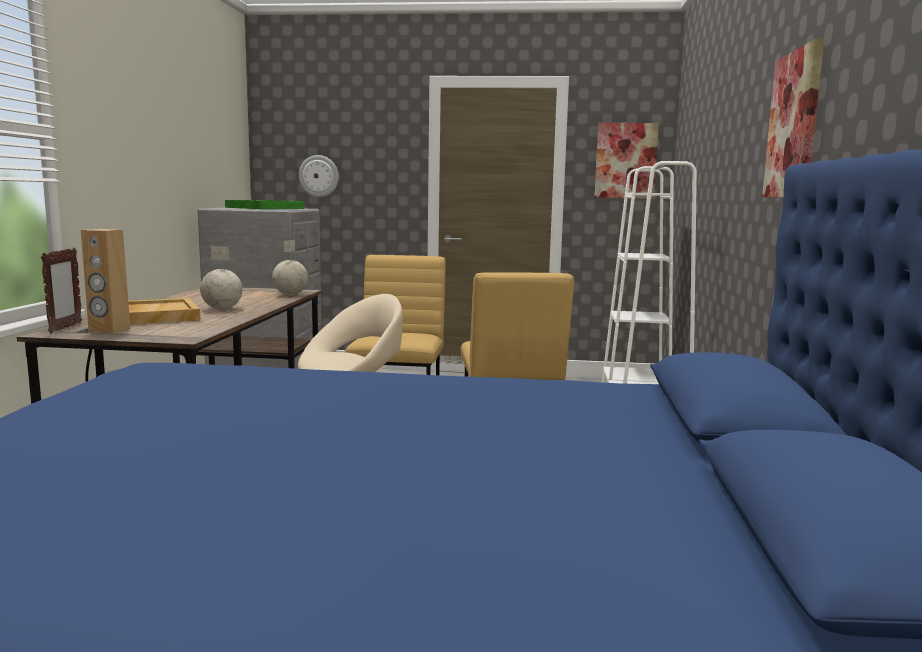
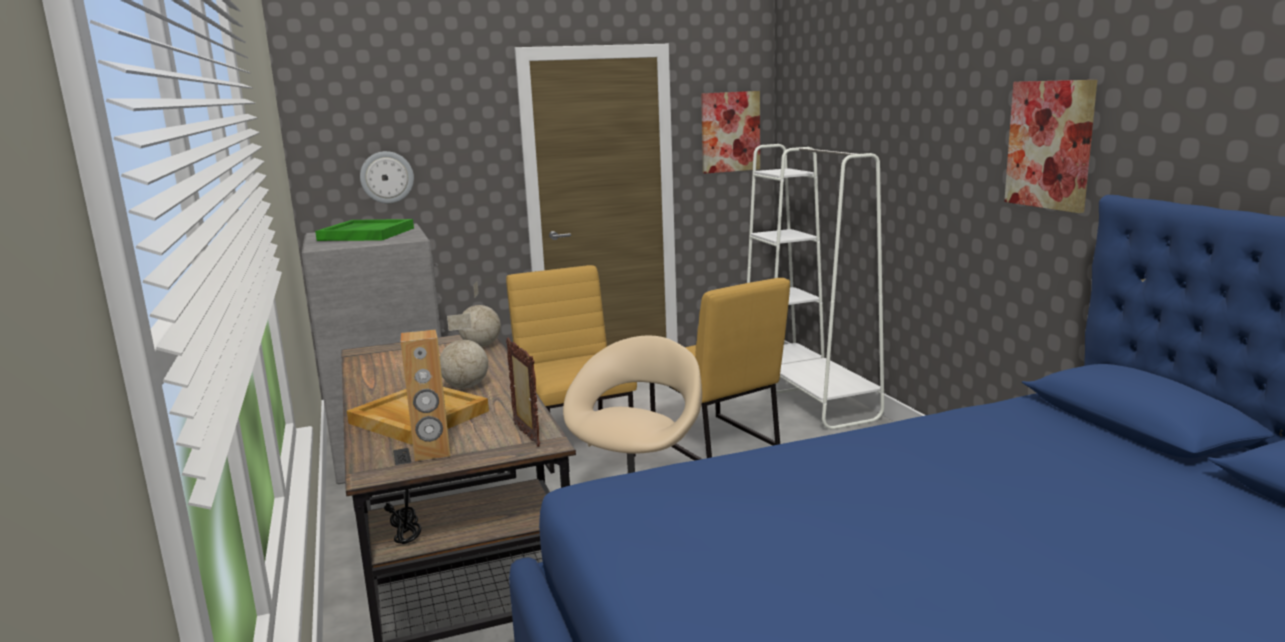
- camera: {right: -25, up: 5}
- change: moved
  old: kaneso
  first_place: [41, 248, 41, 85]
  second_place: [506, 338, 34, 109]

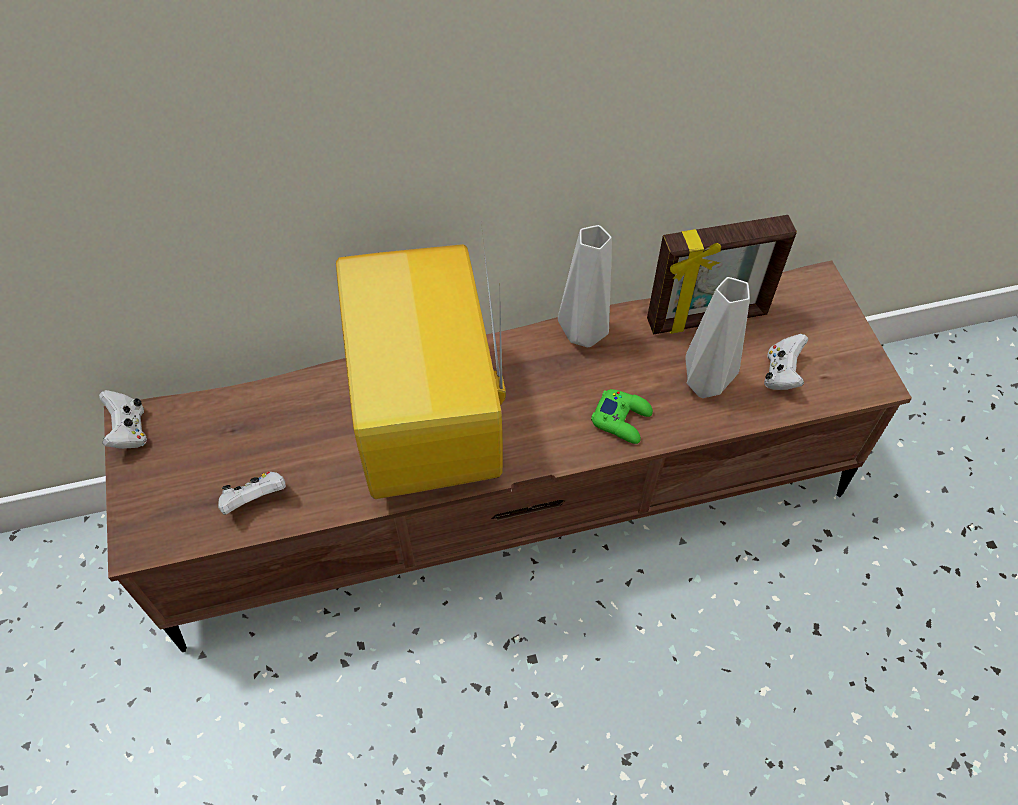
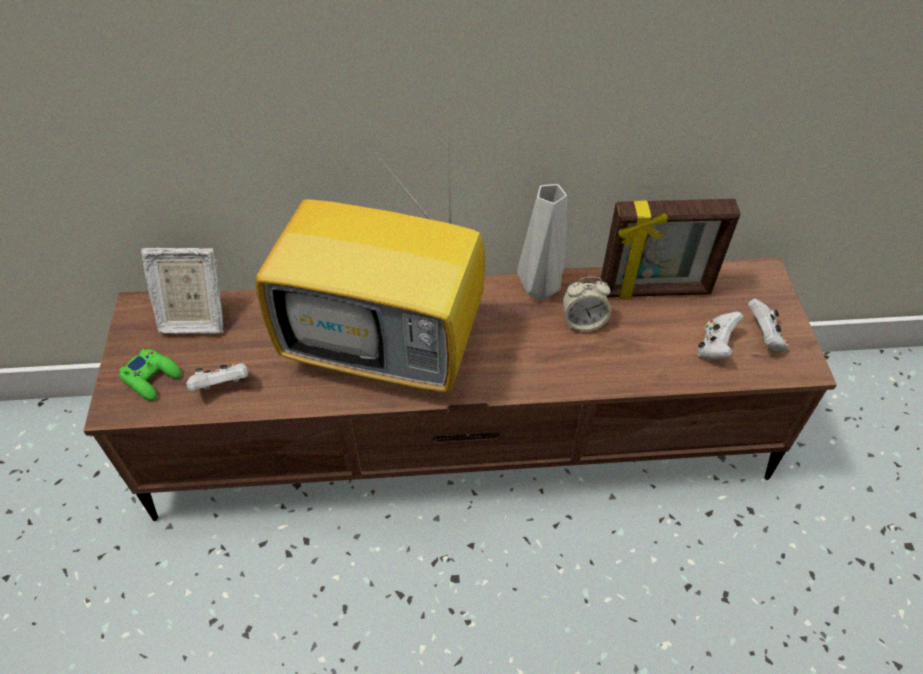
- camera: {right: 10, up: -5}
- change: removed
  old: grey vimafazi
  first_place: [685, 277, 65, 121]
- change: added
  new: kaneso
  second_place: [141, 248, 82, 87]
- change: added
  new: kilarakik
  second_place: [562, 276, 49, 56]
- change: moved
  old: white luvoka
  first_place: [99, 390, 48, 59]
  second_place: [748, 298, 40, 54]
- change: moved
  old: green luvoka
  first_place: [591, 389, 62, 55]
  second_place: [119, 349, 62, 52]
- change: turned
  old: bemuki
  first_place: [336, 225, 170, 274]
  second_place: [255, 133, 230, 259]
  degrees: -75

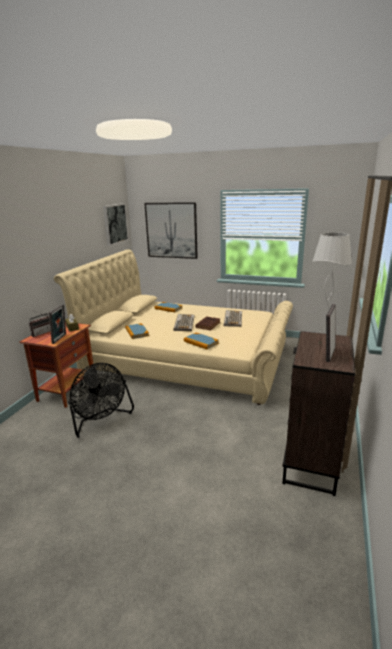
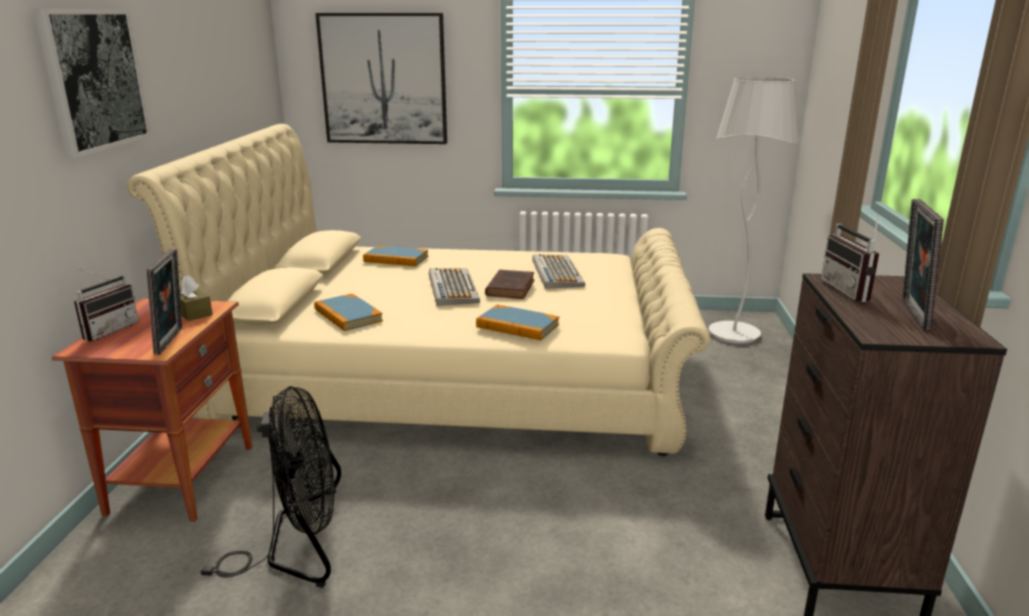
- camera: {right: -15, up: 0}
- change: added
  new: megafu
  second_place: [821, 213, 58, 89]
- change: moved
  old: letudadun
  first_place: [103, 203, 26, 43]
  second_place: [34, 9, 117, 149]
- change: turned
  old: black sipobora
  first_place: [68, 363, 66, 75]
  second_place: [199, 386, 142, 202]
  degrees: -45

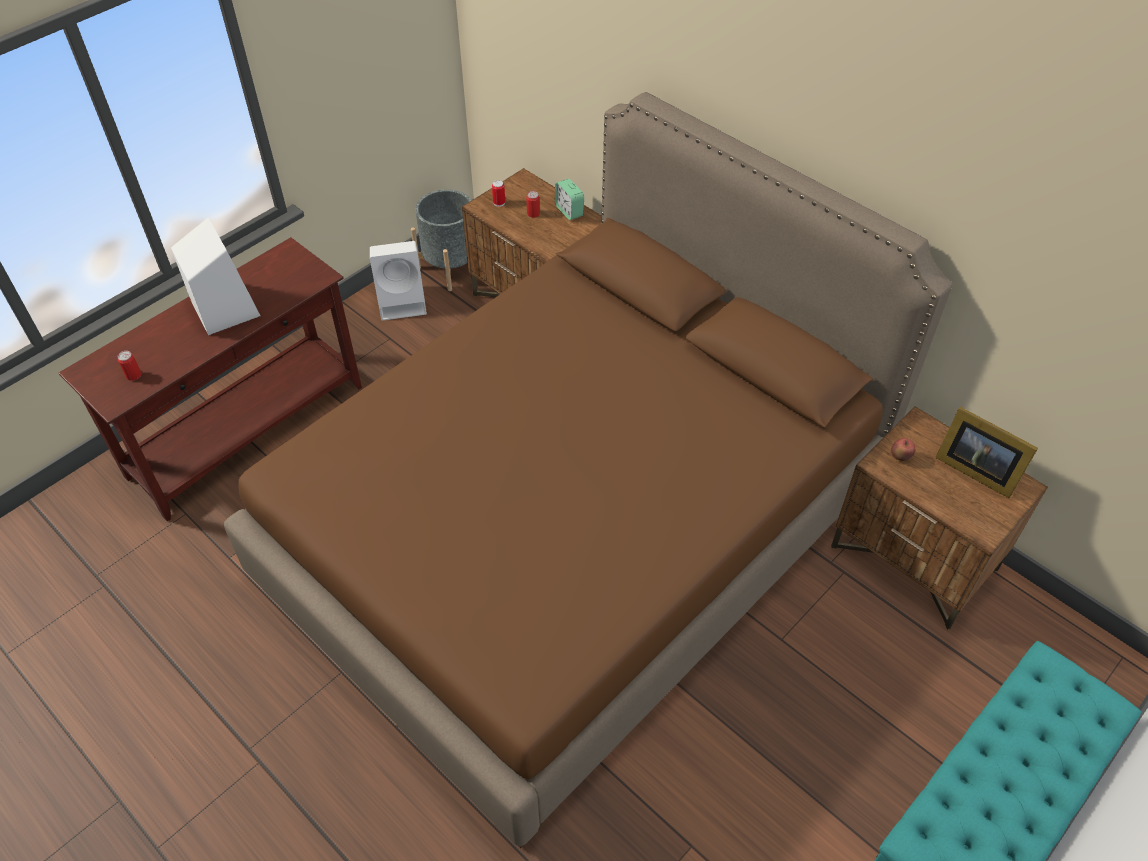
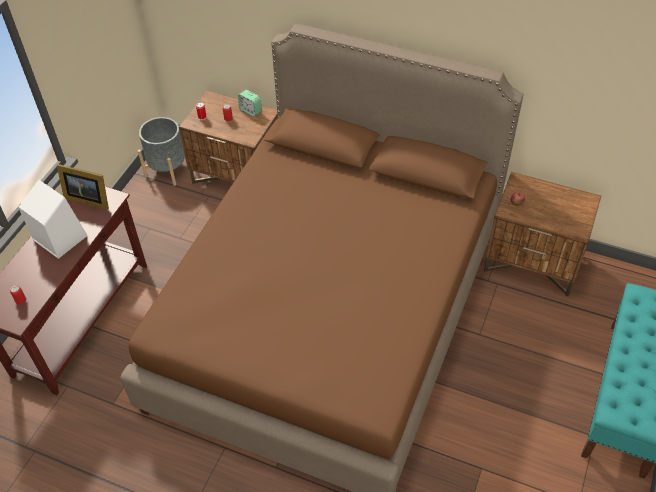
- camera: {right: -20, up: 0}
- change: removed
  old: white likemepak
  first_place: [370, 241, 57, 80]
- change: moved
  old: kaneso
  first_place: [935, 407, 103, 91]
  second_place: [57, 164, 52, 46]

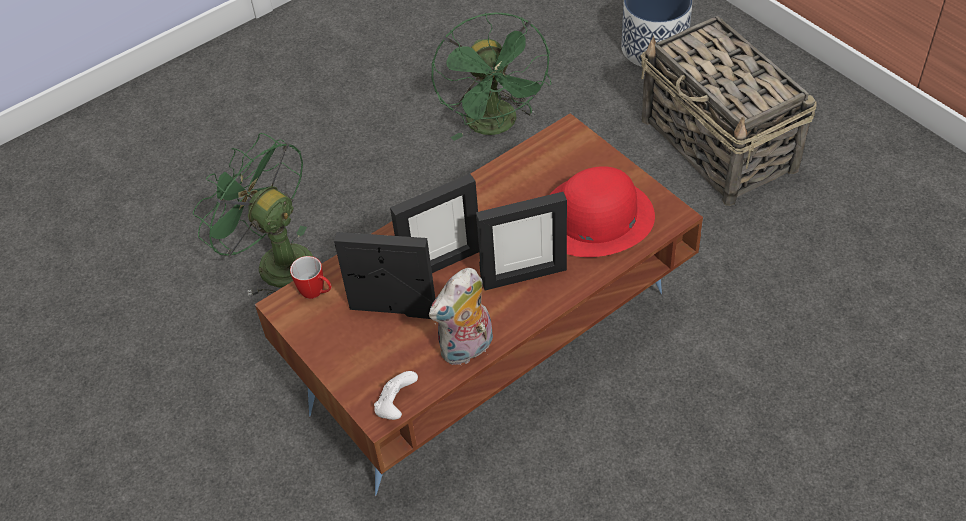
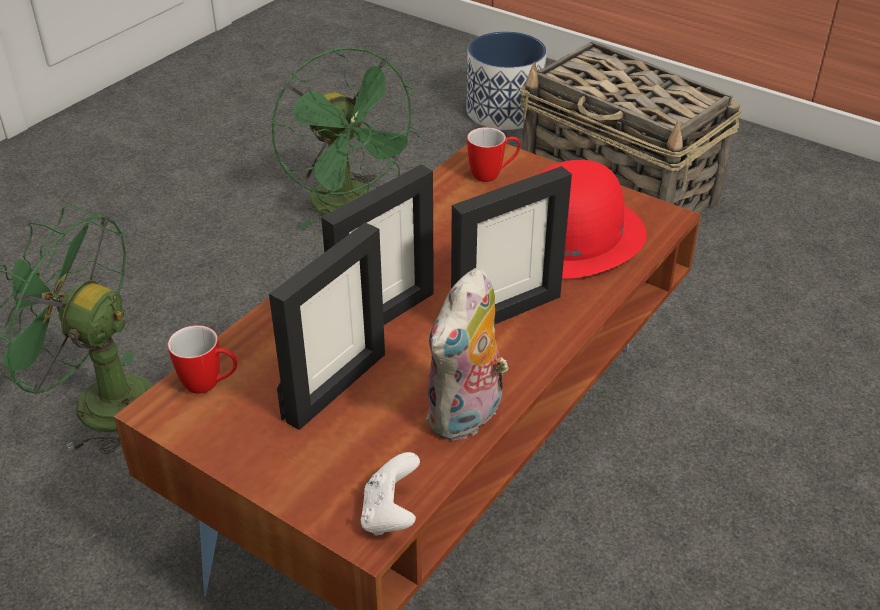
- camera: {right: -20, up: -10}
- change: added
  new: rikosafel
  second_place: [467, 127, 54, 55]
- change: turned
  old: kaneso
  first_place: [334, 232, 101, 87]
  second_place: [269, 222, 116, 208]
  degrees: 135

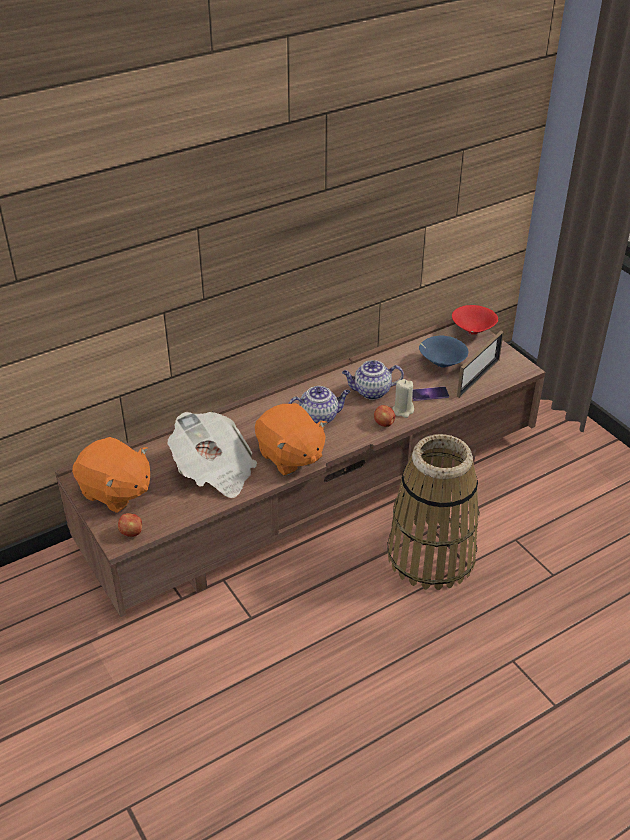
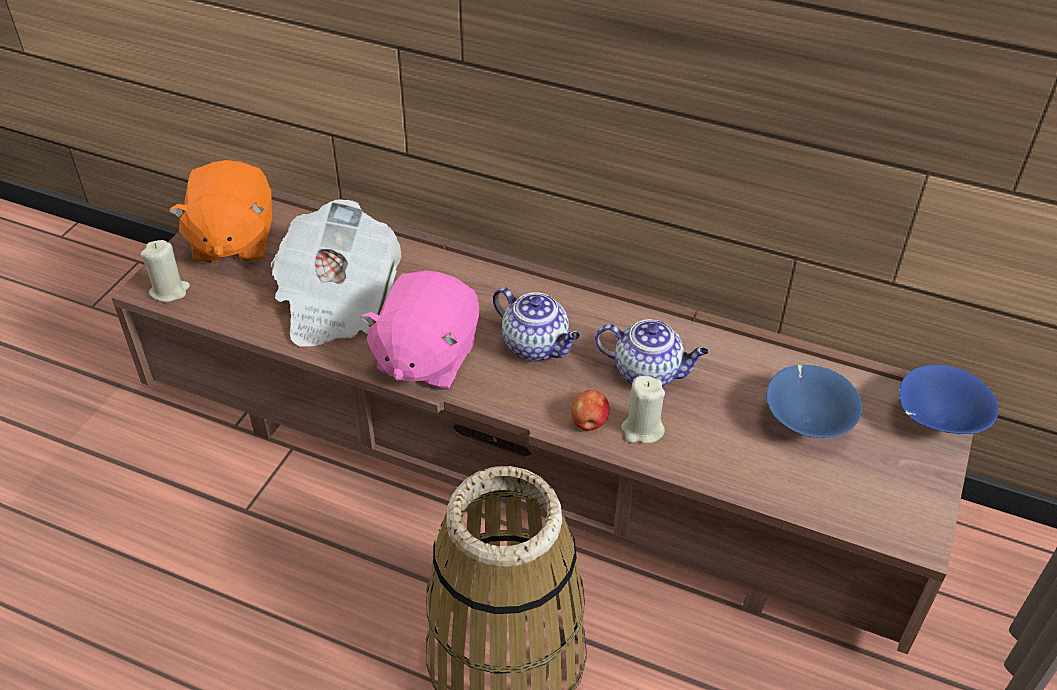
- camera: {right: 55, up: 5}
- change: removed
  old: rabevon
  first_place: [412, 387, 37, 14]
- change: removed
  old: kaneso
  first_place: [457, 331, 47, 67]
- change: replaced
  old: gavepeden
  new: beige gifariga
  first_place: [118, 513, 24, 24]
  second_place: [140, 240, 50, 62]
- change: recoloured
  old: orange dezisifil
  new: pink dezisifil
  first_place: [255, 403, 72, 73]
  second_place: [360, 270, 120, 120]
- change: recoloured
  old: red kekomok
  new: blue kekomok
  first_place: [452, 305, 46, 30]
  second_place: [899, 365, 99, 69]
- change: turned
  old: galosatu
  first_place: [342, 360, 62, 40]
  second_place: [595, 319, 113, 68]
  degrees: 150

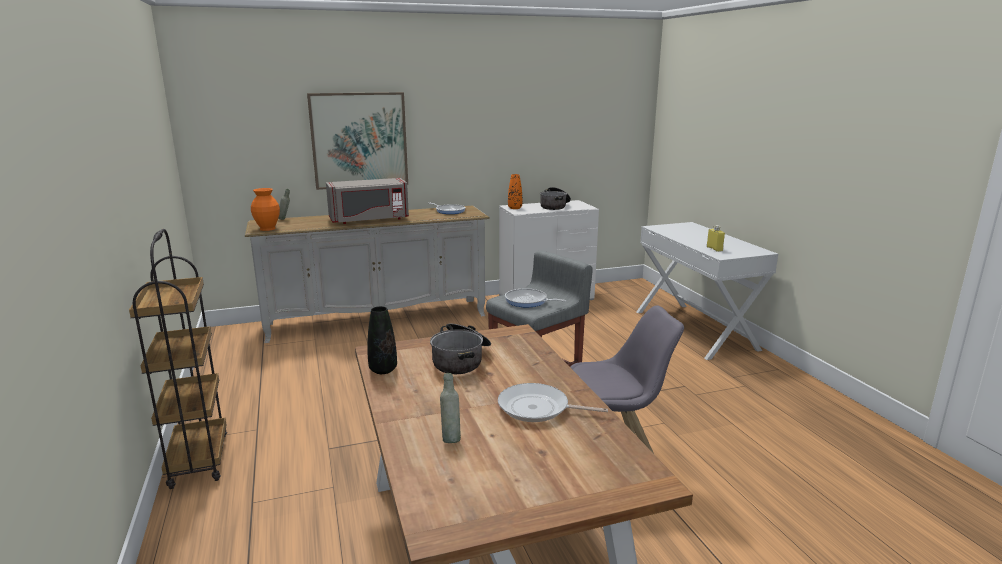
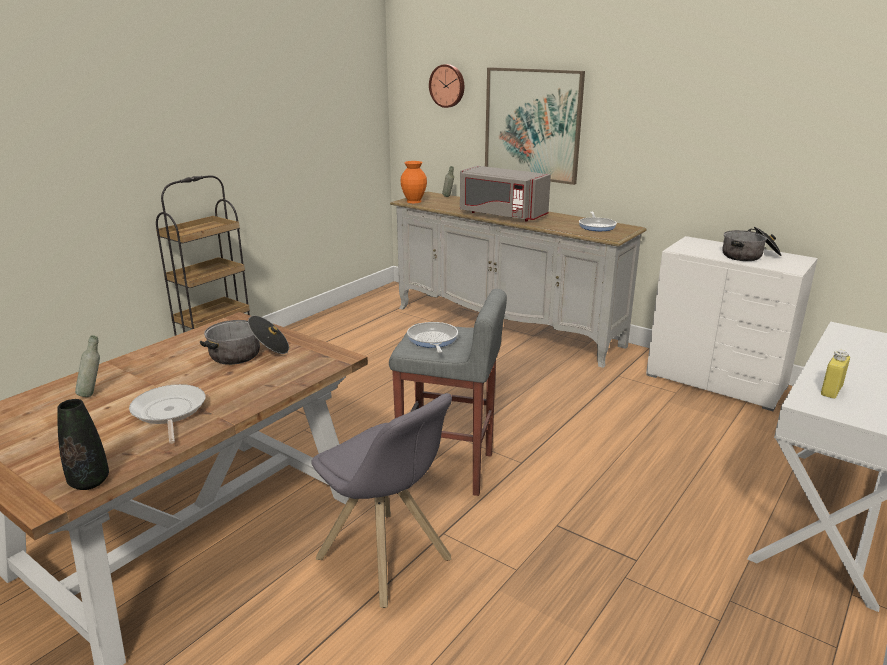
- camera: {right: 55, up: 5}
- change: removed
  old: orange vimafazi
  first_place: [508, 174, 14, 35]
- change: added
  new: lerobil
  second_place: [429, 64, 35, 44]
- change: moved
  old: black vimafazi
  first_place: [367, 306, 30, 68]
  second_place: [58, 399, 51, 91]

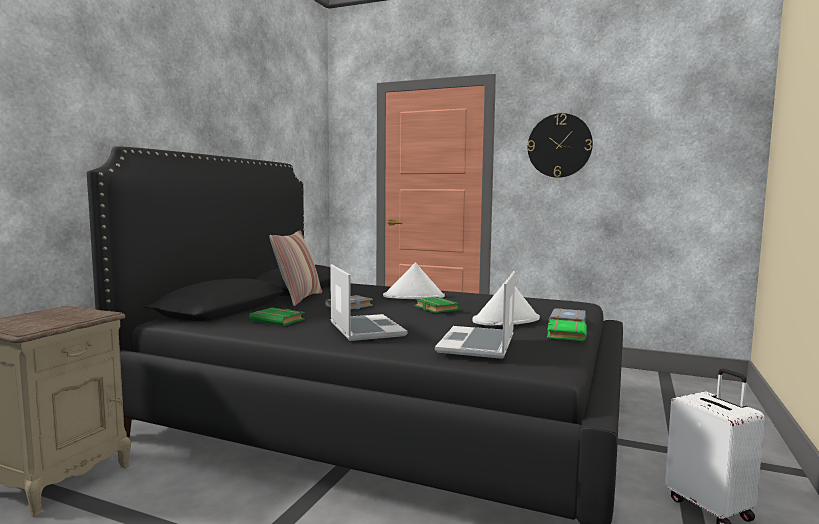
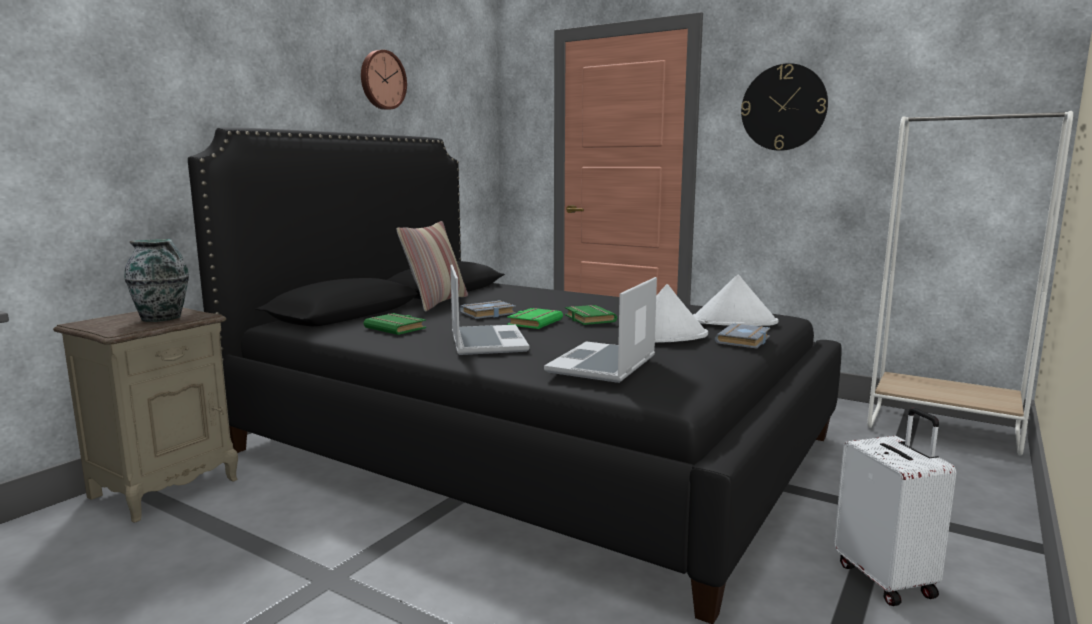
- camera: {right: 10, up: 5}
- change: added
  new: vimafazi
  second_place: [124, 239, 65, 83]
- change: added
  new: lerobil
  second_place: [361, 50, 46, 60]
- change: added
  new: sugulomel
  second_place: [867, 111, 206, 345]
- change: moved
  old: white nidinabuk
  first_place: [383, 263, 62, 36]
  second_place: [693, 274, 85, 52]
- change: moved
  old: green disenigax
  first_place: [547, 319, 39, 22]
  second_place: [507, 308, 56, 21]

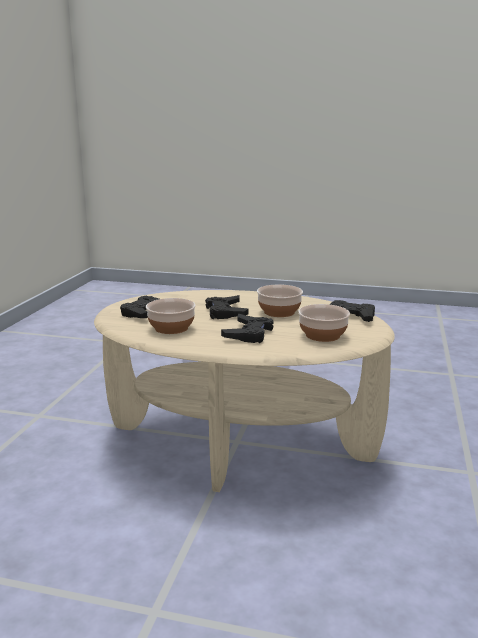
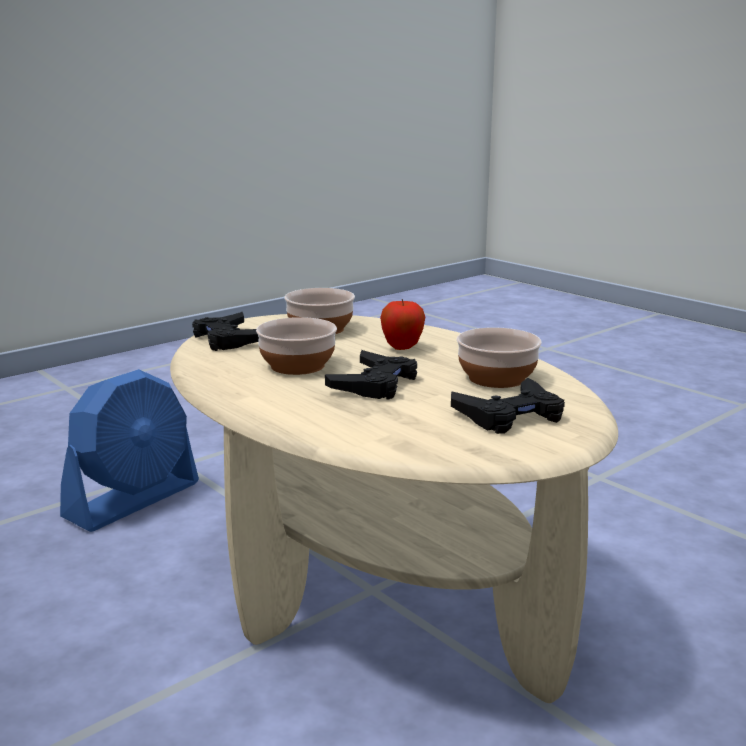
- camera: {right: -145, up: 0}
- change: added
  new: blue sipobora
  second_place: [60, 369, 139, 163]
- change: replaced
  old: black luvoka
  new: gavepeden
  first_place: [221, 314, 53, 29]
  second_place: [380, 298, 45, 52]

